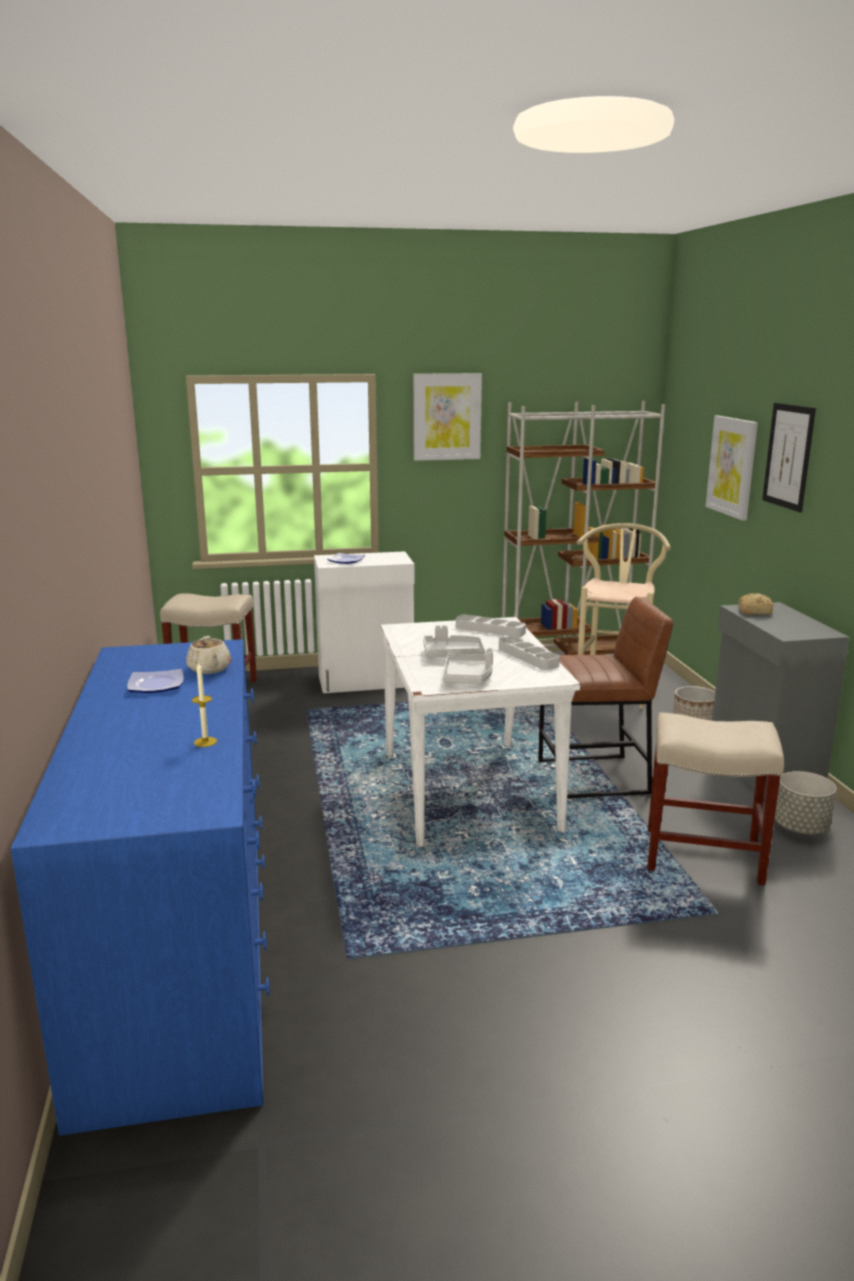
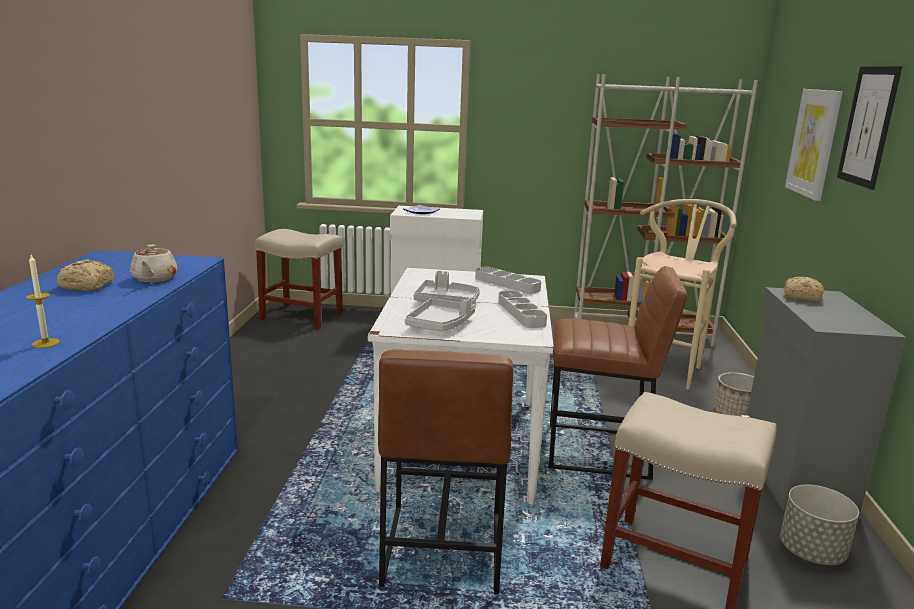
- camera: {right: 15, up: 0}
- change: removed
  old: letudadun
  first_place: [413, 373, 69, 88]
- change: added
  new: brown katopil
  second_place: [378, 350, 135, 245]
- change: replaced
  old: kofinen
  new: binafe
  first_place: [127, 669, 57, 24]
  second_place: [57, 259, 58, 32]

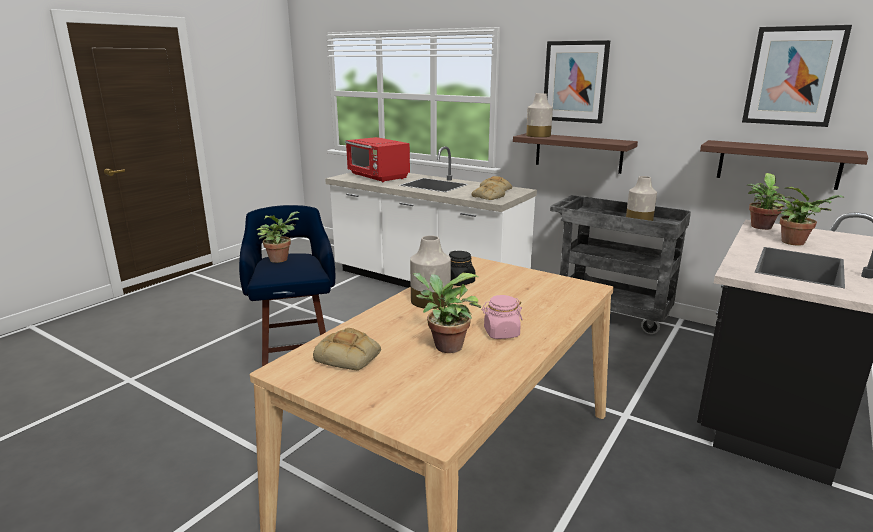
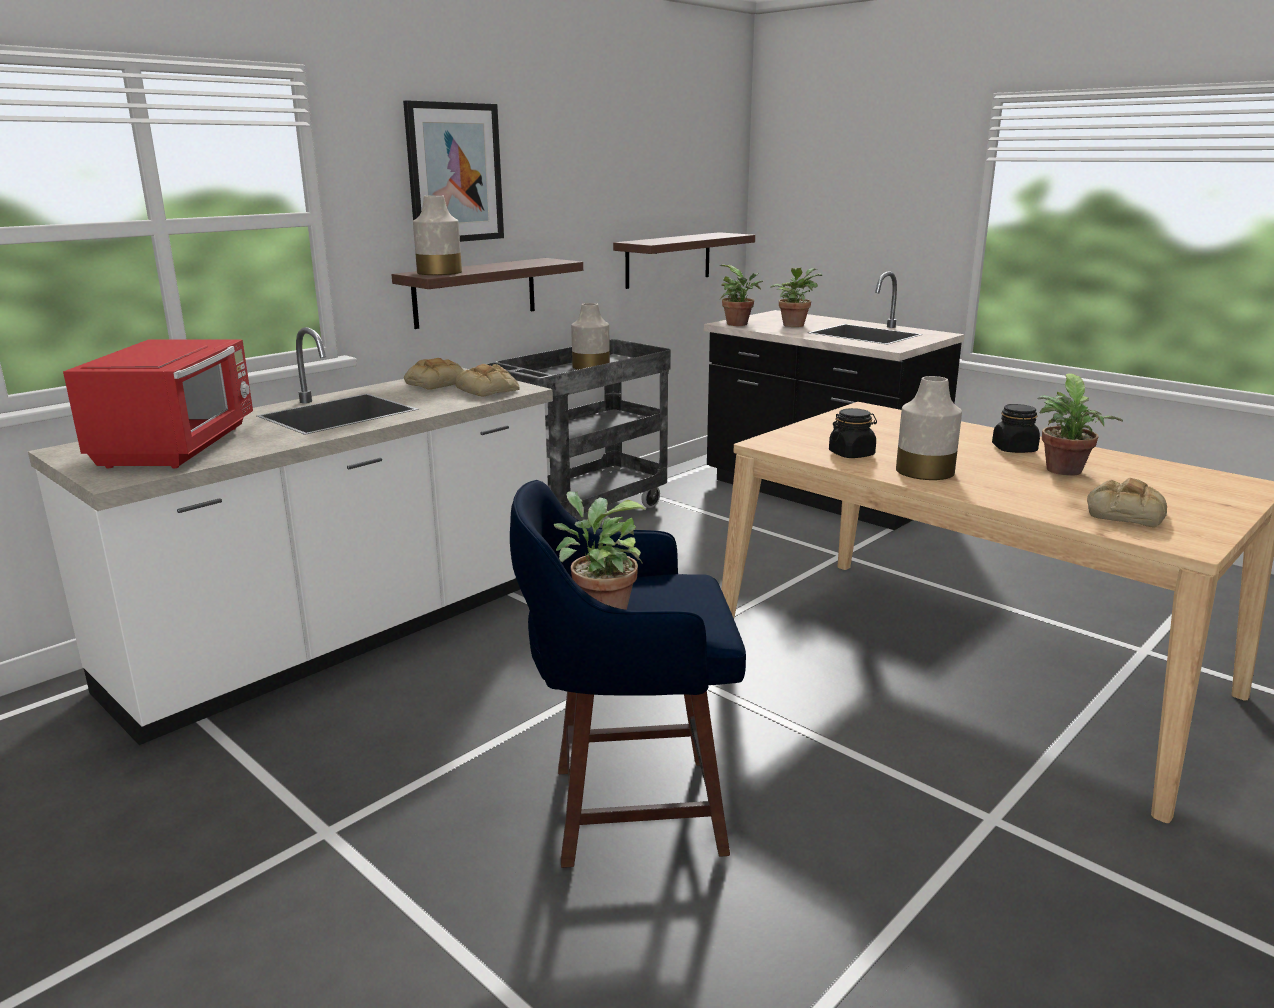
- camera: {right: -80, up: 0}
- change: removed
  old: letudadun
  first_place: [742, 25, 110, 102]
- change: recoloured
  old: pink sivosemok
  new: black sivosemok
  first_place: [482, 295, 41, 44]
  second_place: [992, 404, 48, 49]
- change: turned
  old: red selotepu
  first_place: [345, 137, 65, 45]
  second_place: [63, 339, 190, 129]
  degrees: -60

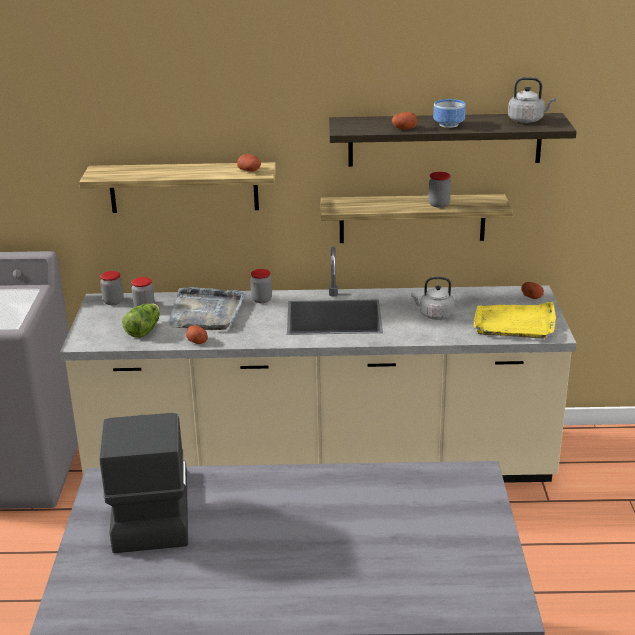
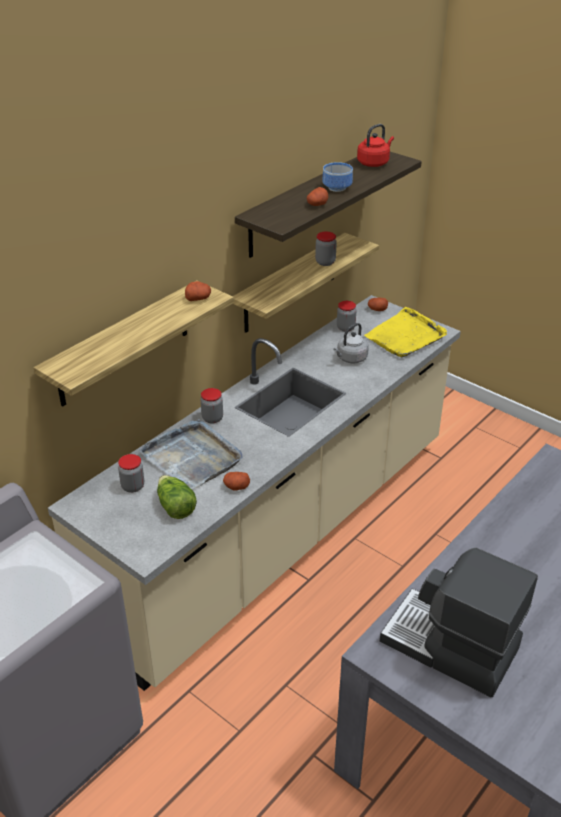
- camera: {right: -50, up: 10}
- change: moved
  old: sivosemok
  first_place: [100, 271, 24, 34]
  second_place: [337, 301, 19, 31]
- change: recoloured
  old: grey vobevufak
  new: red vobevufak
  first_place: [508, 77, 48, 46]
  second_place: [357, 124, 37, 43]

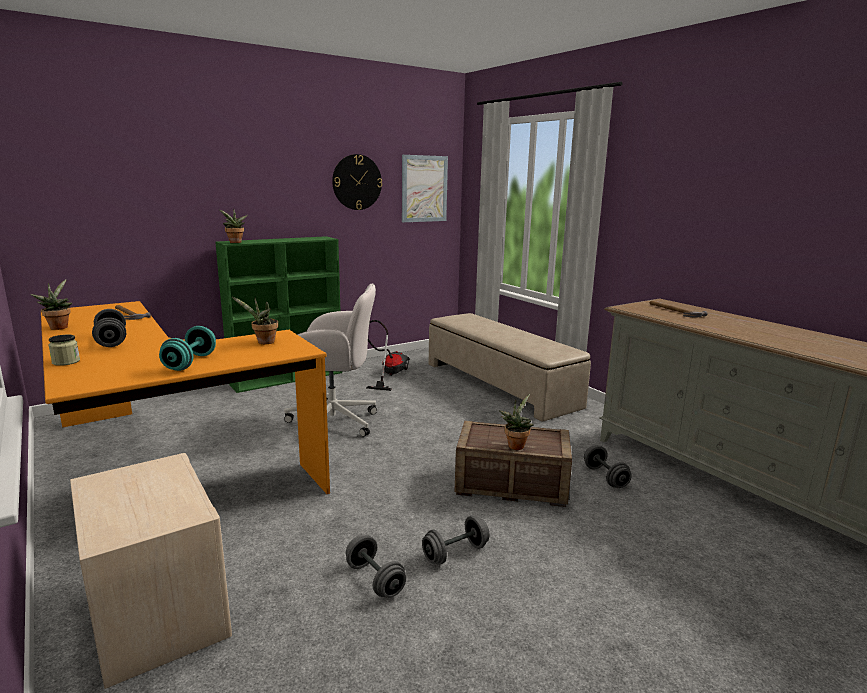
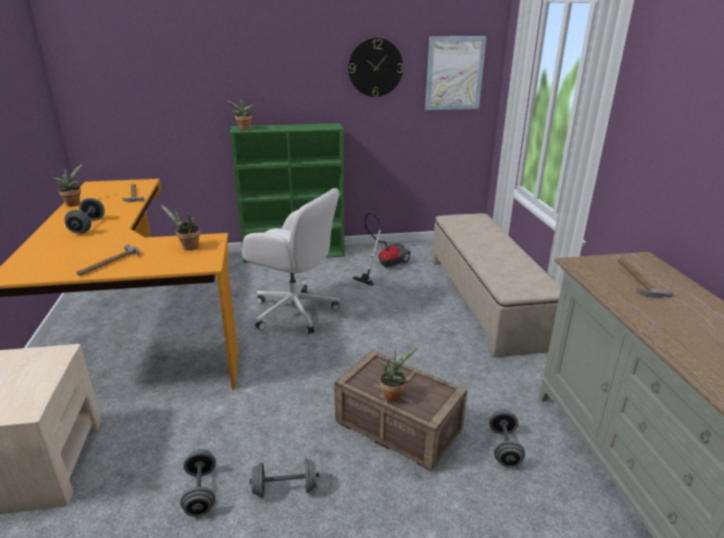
- camera: {right: 25, up: 10}
- change: removed
  old: sivosemok
  first_place: [48, 335, 32, 31]
- change: replaced
  old: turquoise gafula
  new: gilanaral
  first_place: [159, 326, 57, 45]
  second_place: [76, 245, 64, 31]

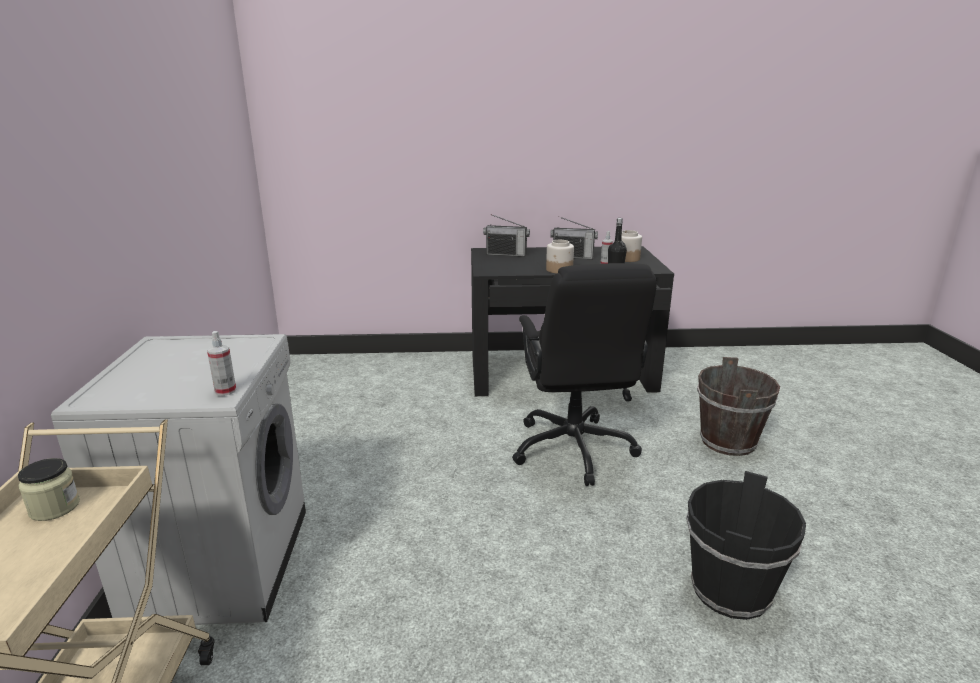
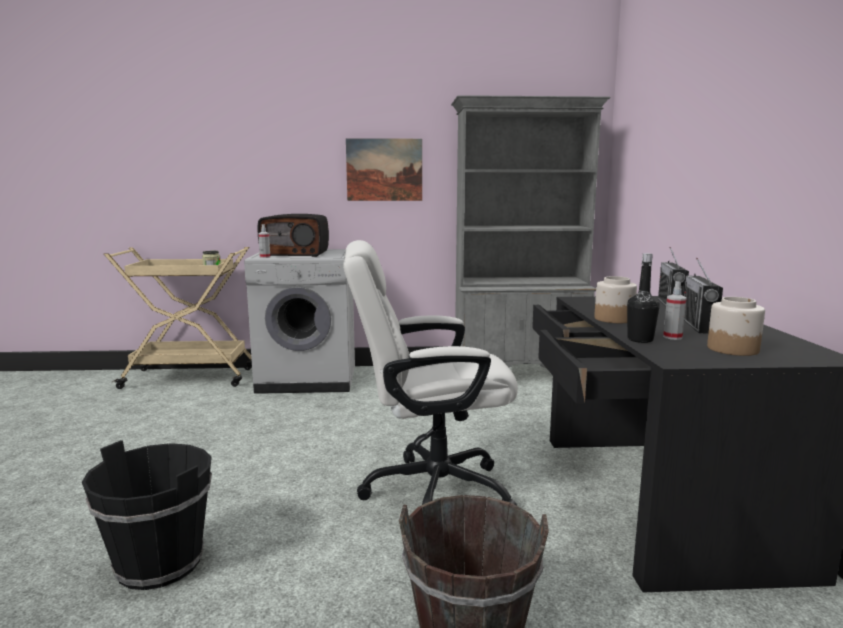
- camera: {right: 90, up: -10}
- change: added
  new: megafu
  second_place: [258, 214, 71, 43]
- change: added
  new: letudadun
  second_place: [346, 138, 76, 63]
- change: added
  new: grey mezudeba
  second_place: [451, 95, 160, 273]
- change: recoloured
  old: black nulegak
  new: white nulegak
  first_place: [512, 263, 145, 223]
  second_place: [343, 240, 175, 266]

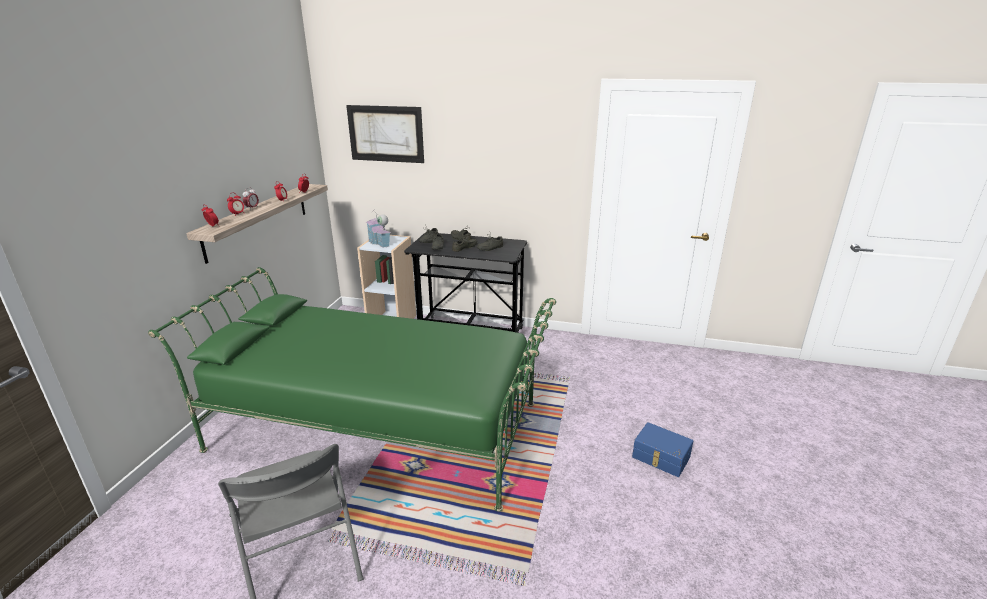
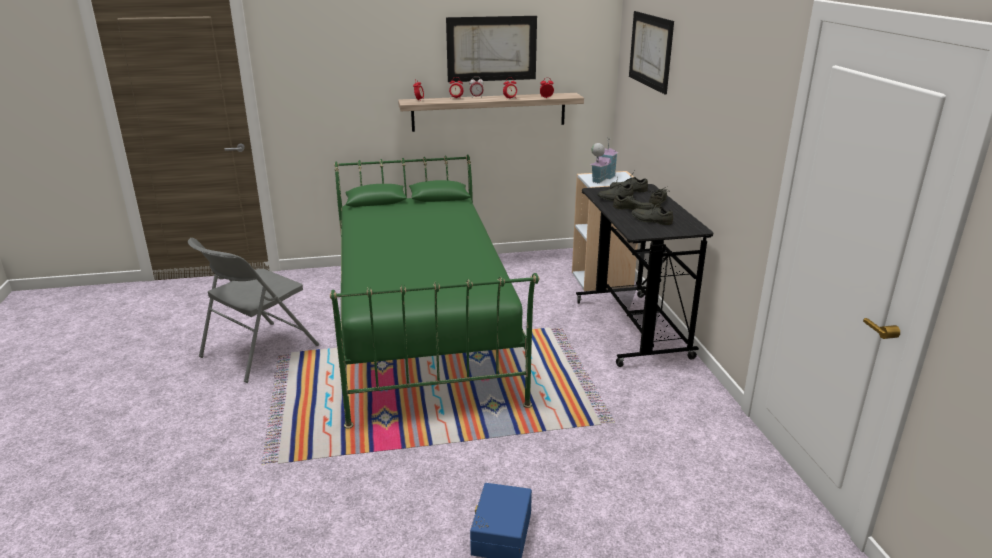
- camera: {right: 65, up: 0}
- change: added
  new: letudadun
  second_place: [446, 16, 91, 66]

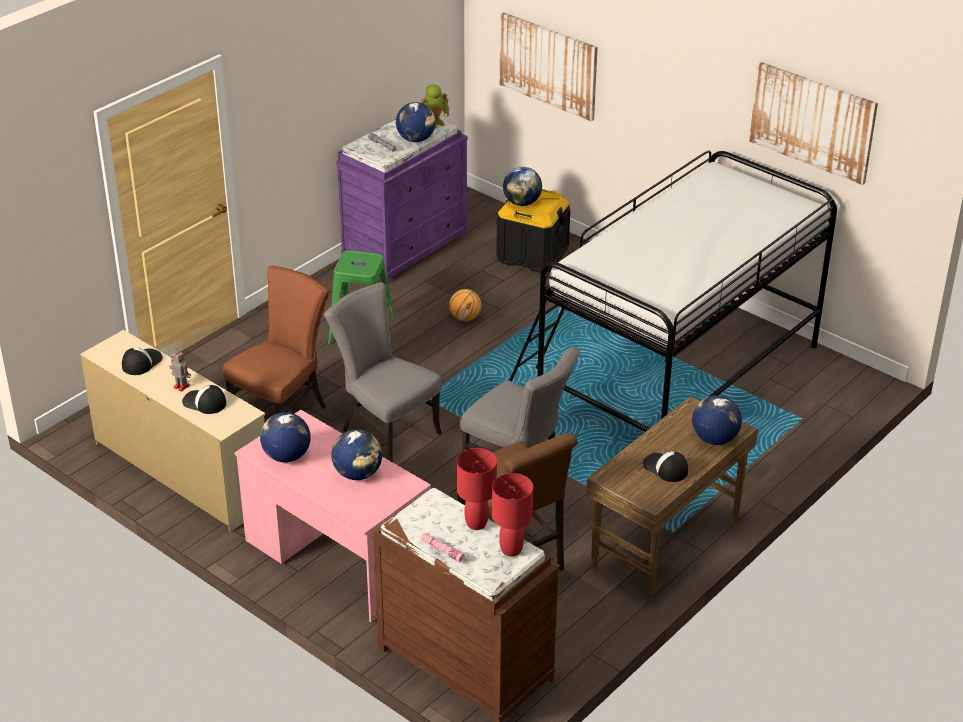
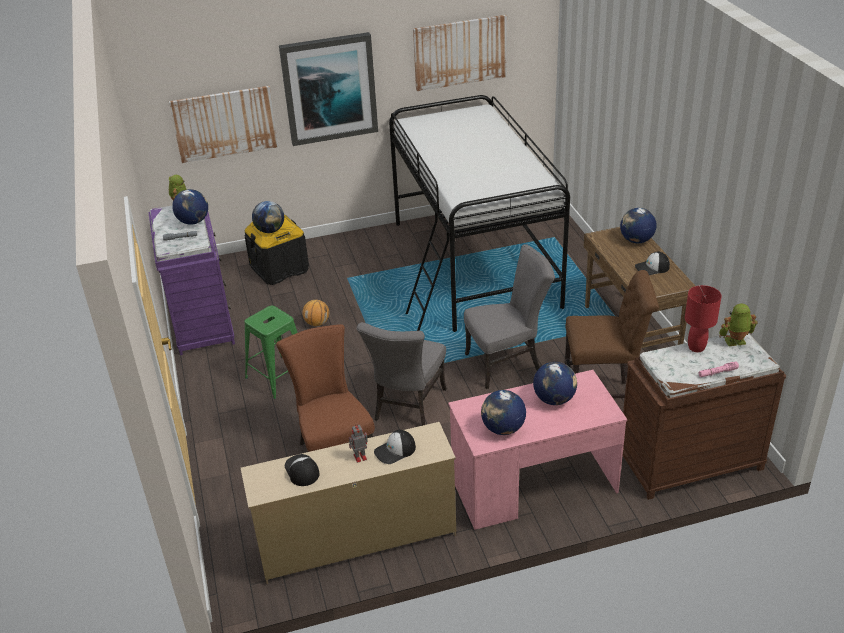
- camera: {right: -55, up: 0}
- change: added
  new: letudadun
  second_place: [279, 32, 99, 114]
- change: replaced
  old: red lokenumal
  new: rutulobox
  first_place: [492, 473, 41, 83]
  second_place: [719, 303, 39, 43]
- change: turned
  old: grey katopil
  first_place: [324, 282, 118, 180]
  second_place: [356, 322, 91, 104]
  degrees: -60

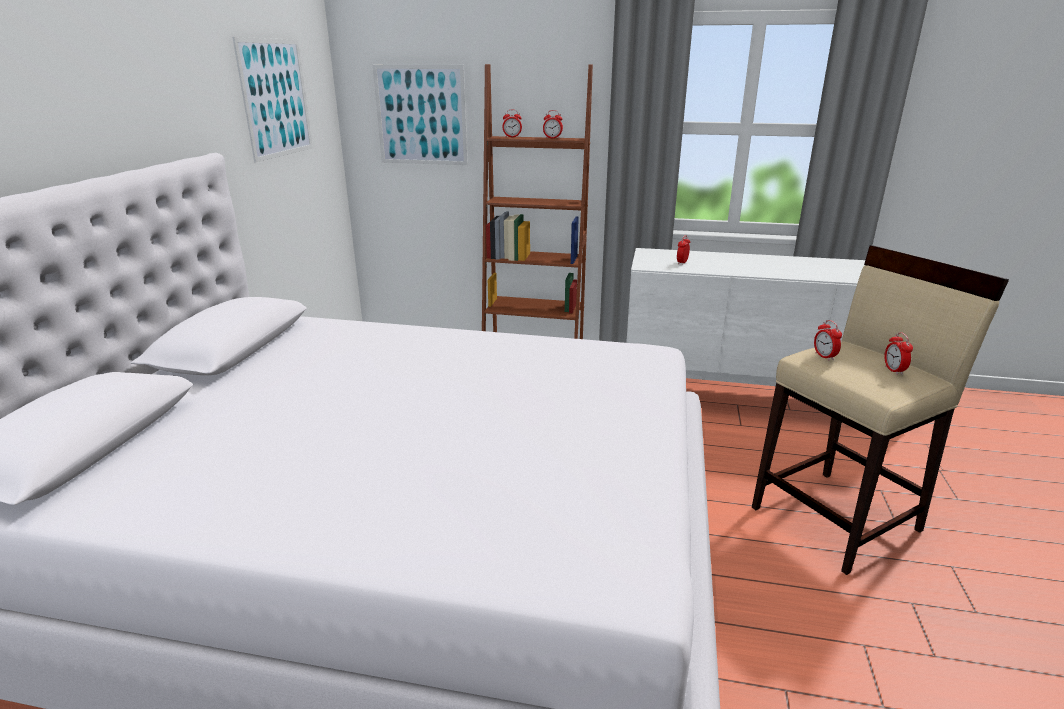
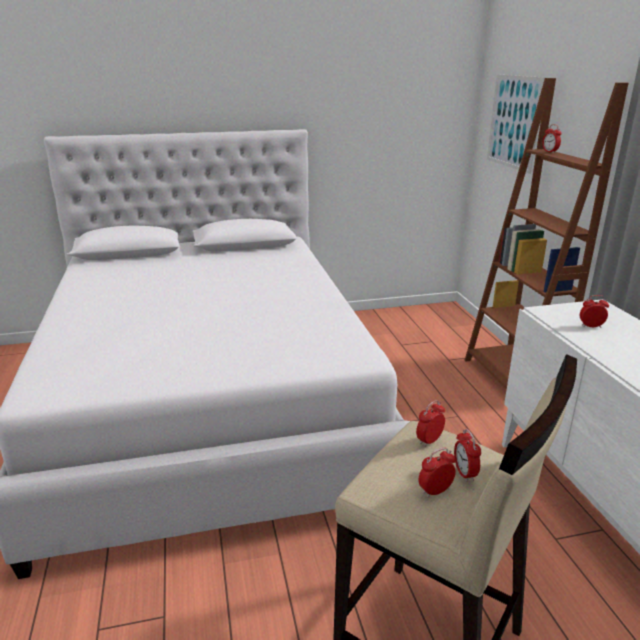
- camera: {right: 65, up: 0}
- change: removed
  old: letudadun
  first_place: [232, 37, 81, 125]
- change: moved
  old: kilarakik
  first_place: [543, 110, 20, 29]
  second_place: [454, 429, 27, 53]

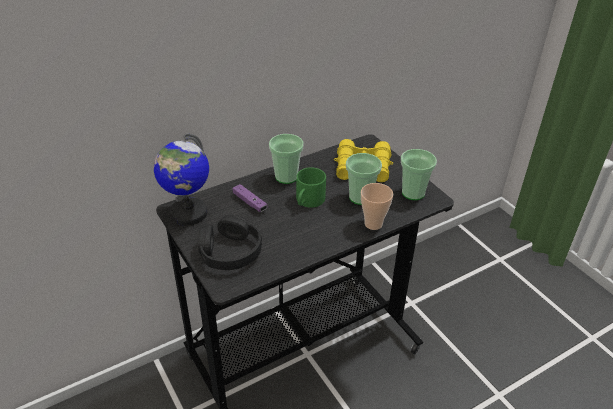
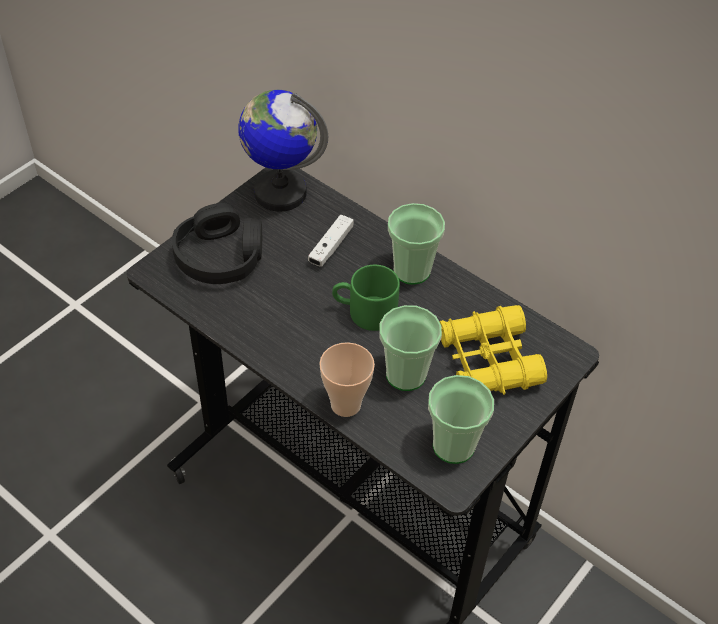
- camera: {right: 70, up: 10}
- change: recoloured
  old: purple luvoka
  new: white luvoka
  first_place: [232, 184, 35, 28]
  second_place: [308, 215, 46, 52]

